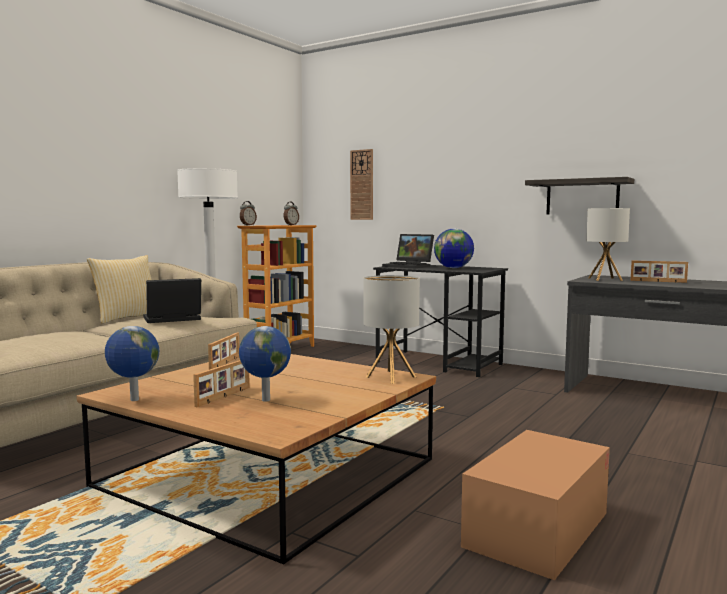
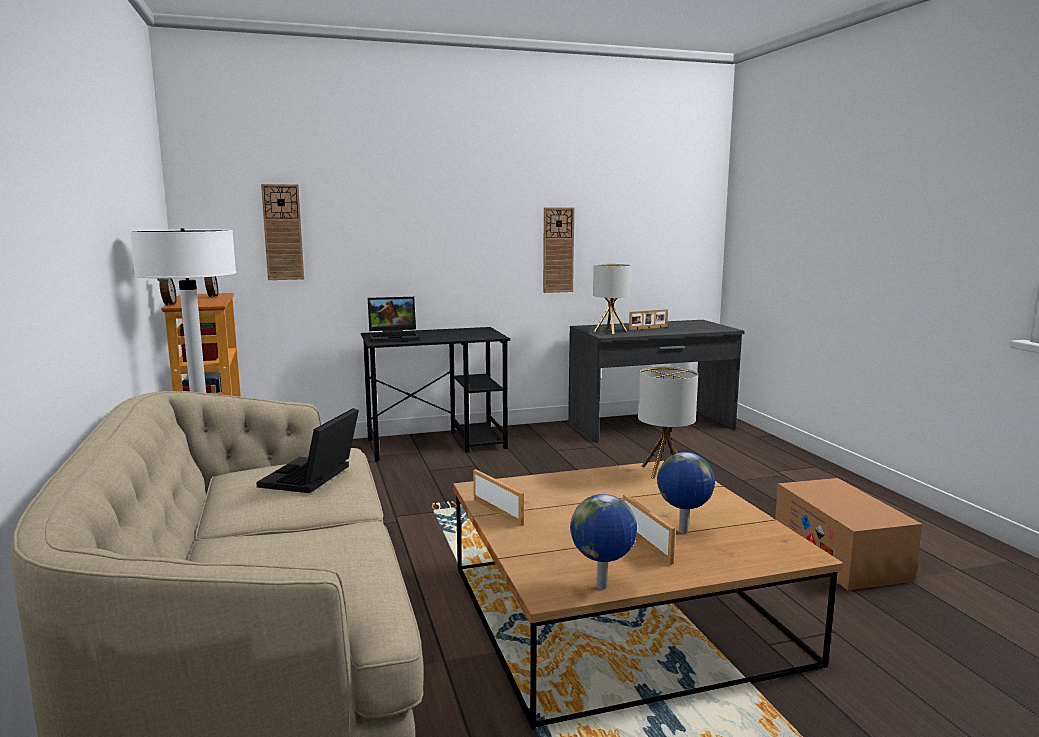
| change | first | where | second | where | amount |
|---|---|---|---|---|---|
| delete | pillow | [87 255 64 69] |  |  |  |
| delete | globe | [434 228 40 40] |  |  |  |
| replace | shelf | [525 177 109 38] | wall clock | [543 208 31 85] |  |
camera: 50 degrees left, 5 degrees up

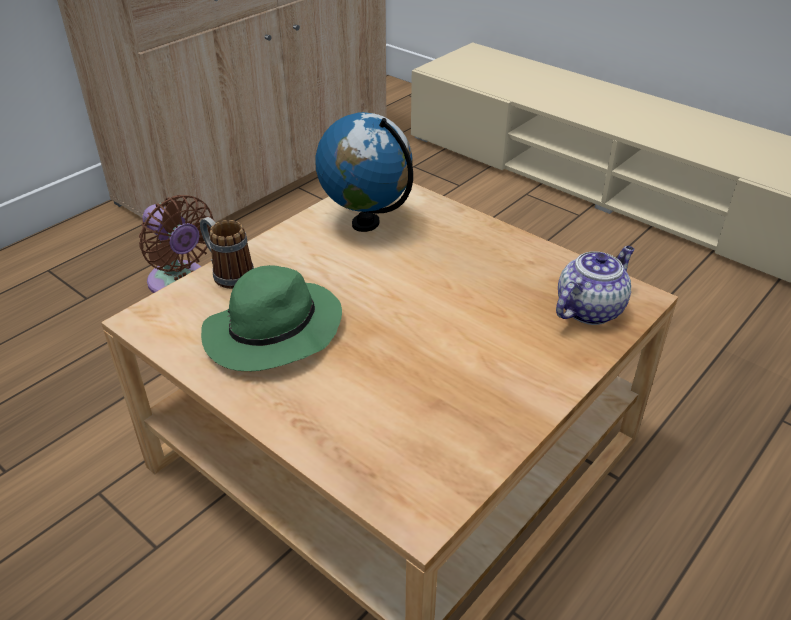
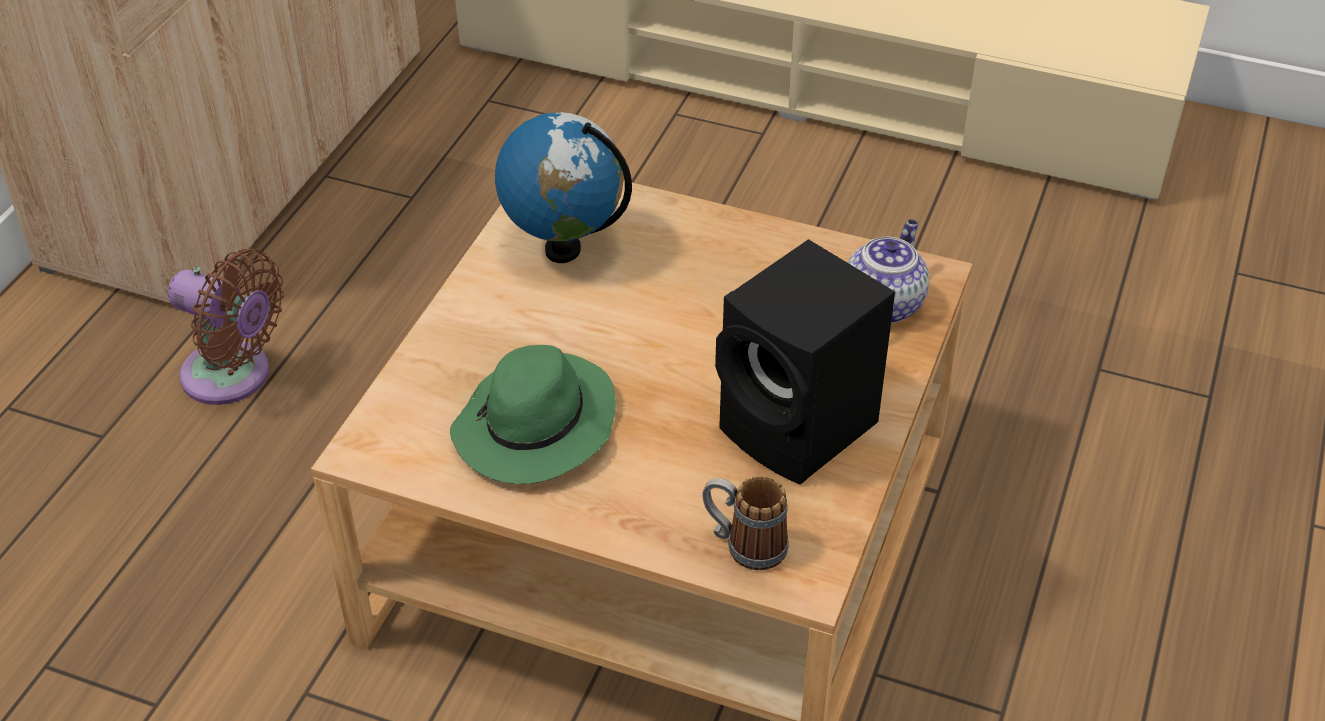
| change | first | where | second | where | amount |
|---|---|---|---|---|---|
| move | mug | [200 217 54 72] |  | [702 475 87 95] |  |
| insert |  |  | black speaker | [715 239 180 246] |  |
camera: 20 degrees left, 5 degrees up

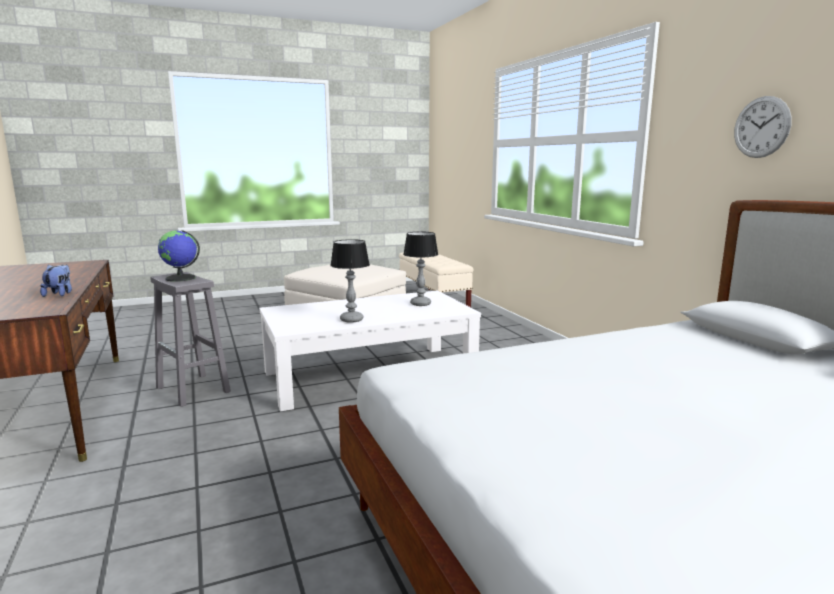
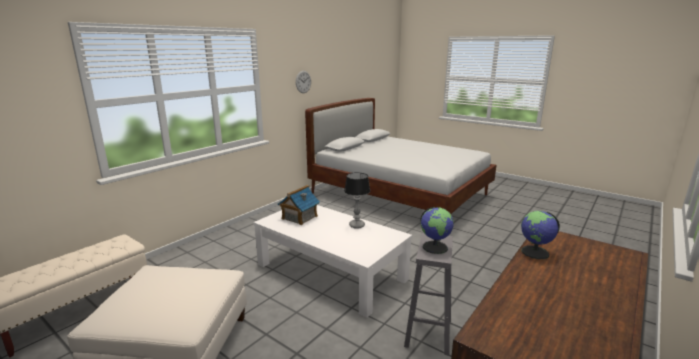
| change | first | where | second | where | amount |
|---|---|---|---|---|---|
| replace | plush toy | [40 264 32 33] | globe | [521 211 39 48] |  |
| replace | table lamp | [403 232 35 74] | toy house | [278 185 42 40] |  |
camera: 120 degrees left, 5 degrees up

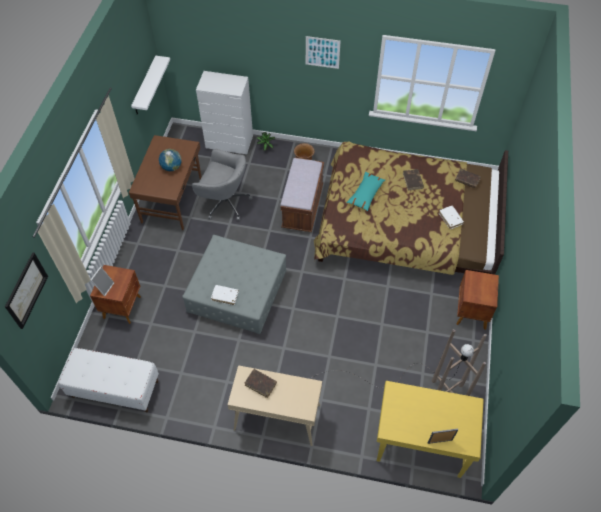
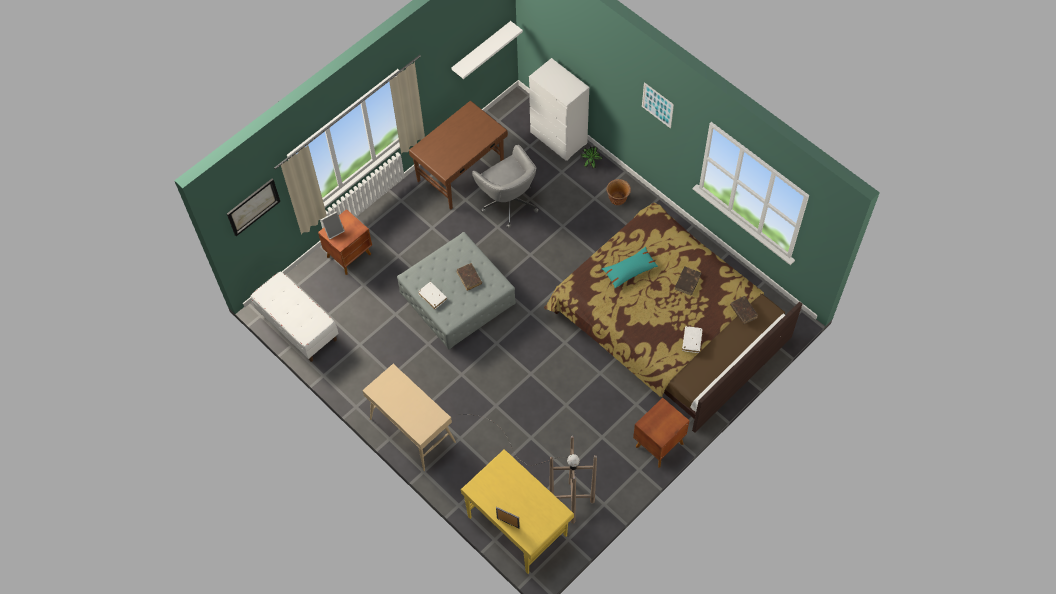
| change | first | where | second | where | amount |
|---|---|---|---|---|---|
| delete | globe | [159 149 23 22] |  |  |  |
| move | brown book | [245 369 32 29] |  | [457 263 25 28] |  |
| delete | brown bench | [280 157 44 75] |  |  |  |
camera: 35 degrees right, 5 degrees up

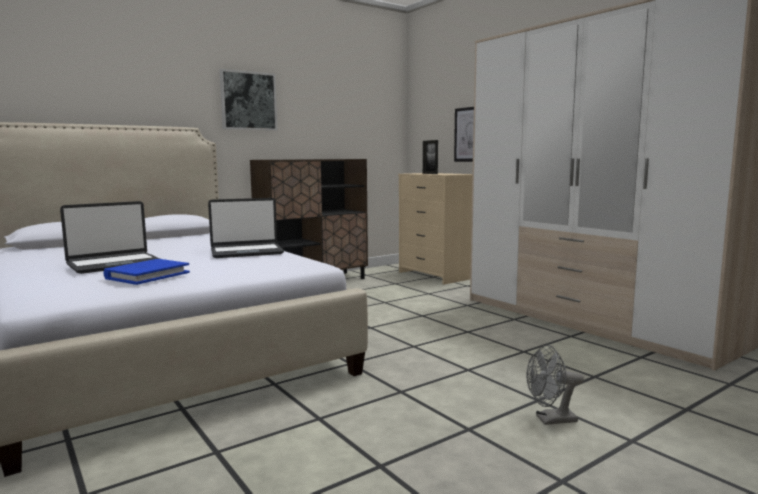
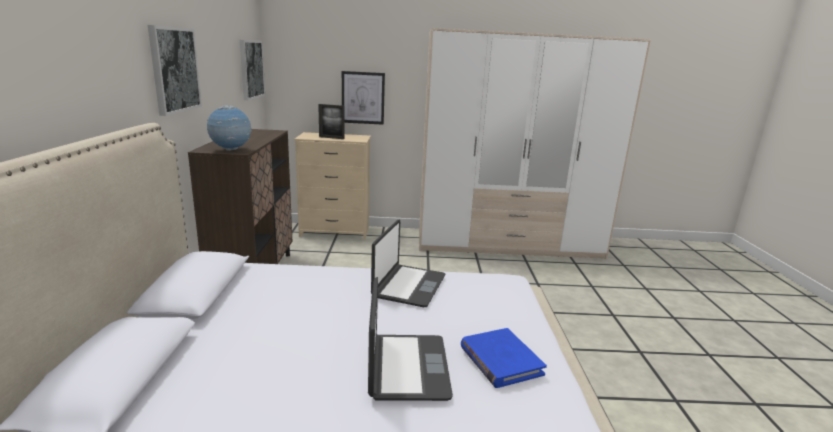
| change | first | where | second | where | amount |
|---|---|---|---|---|---|
| delete | grey fan | [527 344 57 81] |  |  |  |
| insert |  |  | globe | [207 105 44 46] |  |
| insert |  |  | picture | [240 40 25 60] |  |
camera: 55 degrees left, 10 degrees up

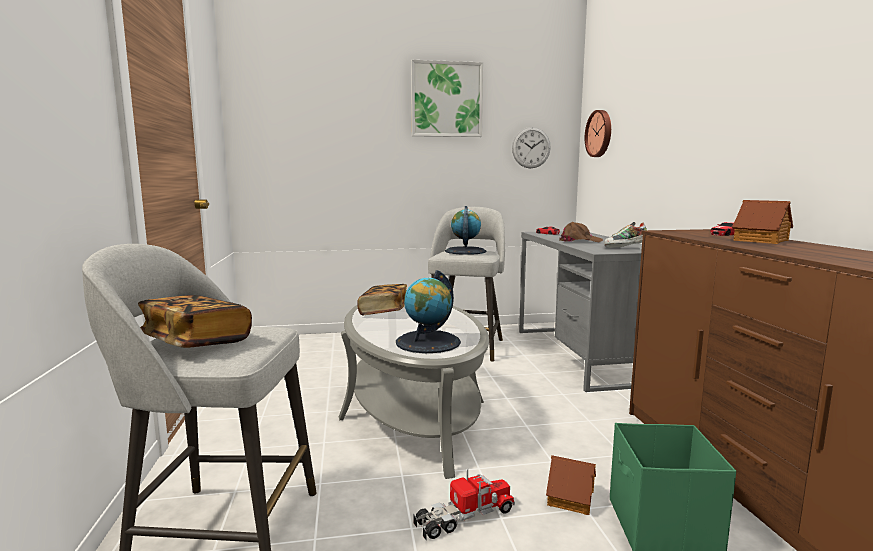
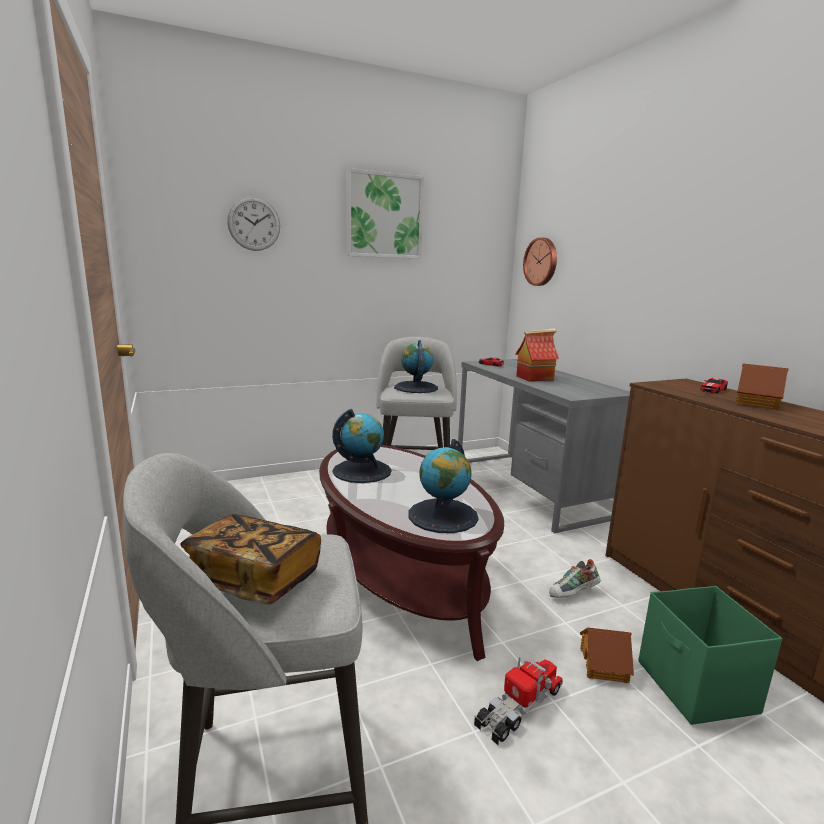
| change | first | where | second | where | amount |
|---|---|---|---|---|---|
| recolor | grey coffee table | [339 305 150 174] | brown coffee table | [319 445 185 216] |  |
| replace | book | [357 284 50 31] | globe | [332 409 59 74] |  |
| move | wall clock | [512 127 39 41] |  | [227 197 53 54] |  |
| replace | brown cap | [559 222 44 20] | toy house | [516 328 43 53] |  |
| move | shoe | [604 222 43 26] |  | [549 559 52 39] |  |
camera: 15 degrees left, 5 degrees up

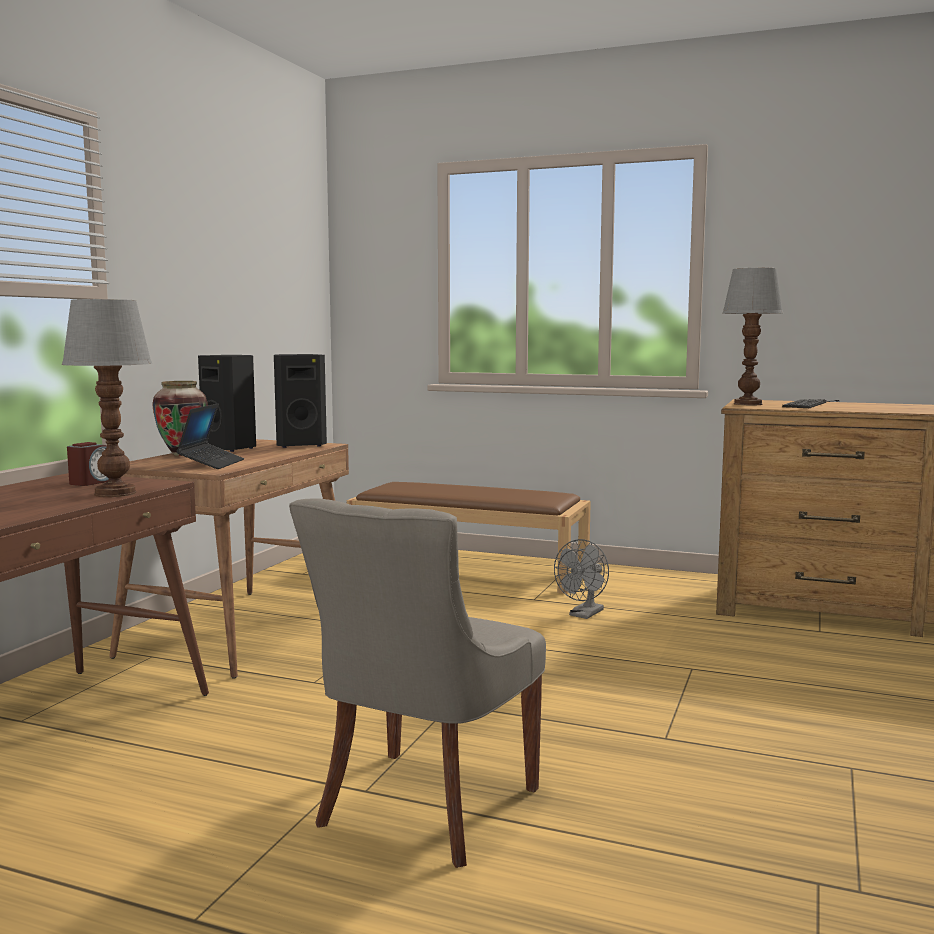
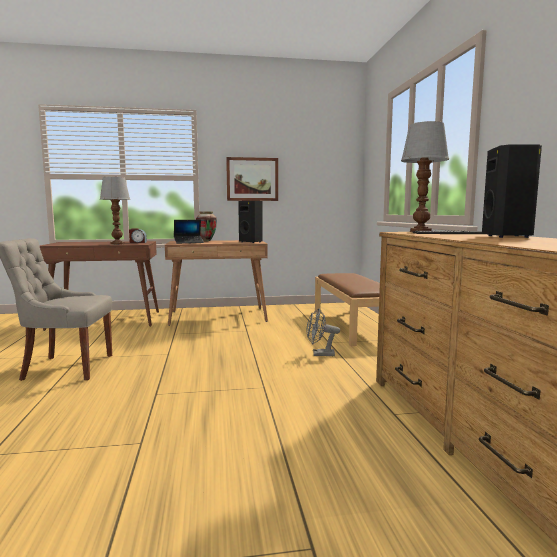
| change | first | where | second | where | amount |
|---|---|---|---|---|---|
| move | black speaker | [198 355 58 97] |  | [482 144 60 94] |  |
| insert |  |  | picture | [226 157 52 44] |  |
camera: 60 degrees right, 0 degrees up

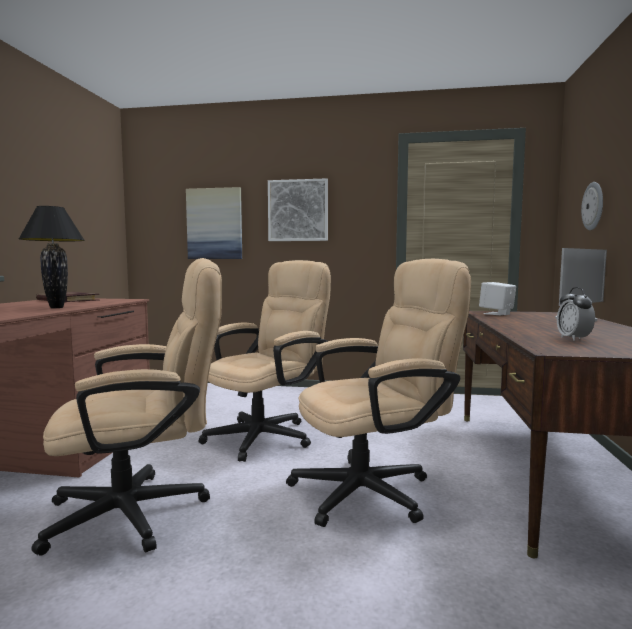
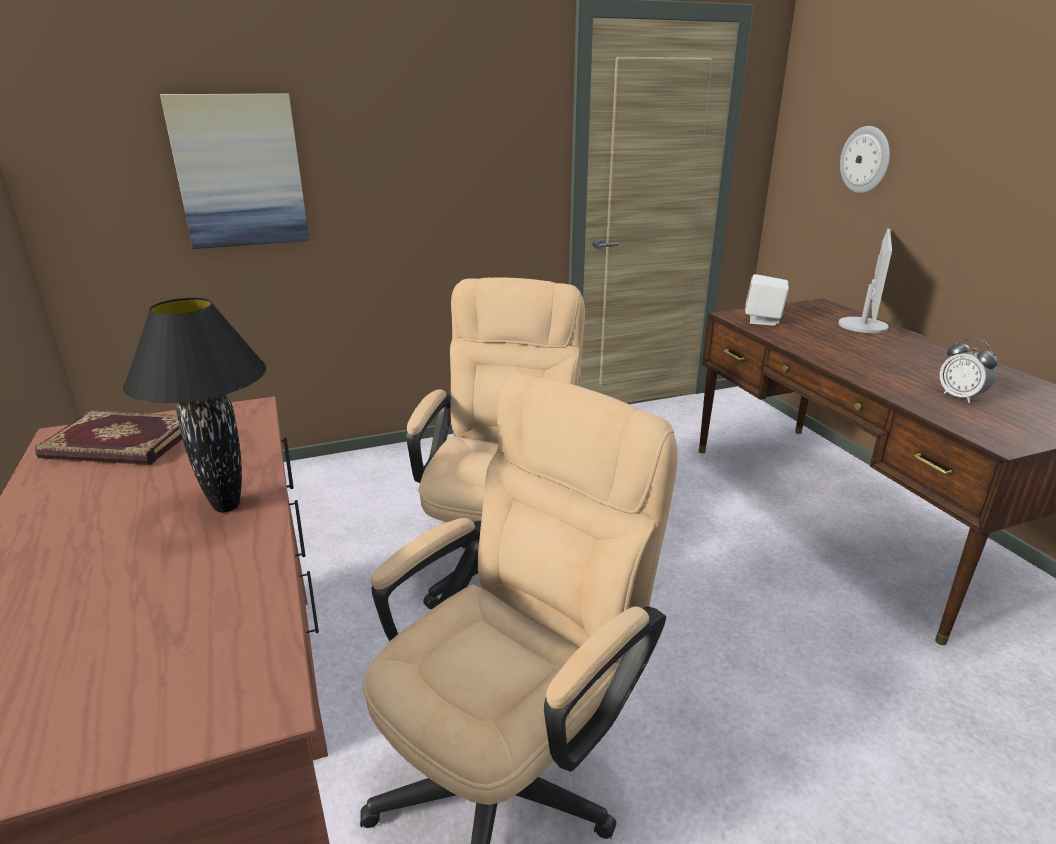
| change | first | where | second | where | amount |
|---|---|---|---|---|---|
| delete | picture | [268 178 60 63] |  |  |  |
| delete | beige office chair | [286 259 185 268] |  |  |  |
camera: 30 degrees left, 20 degrees up

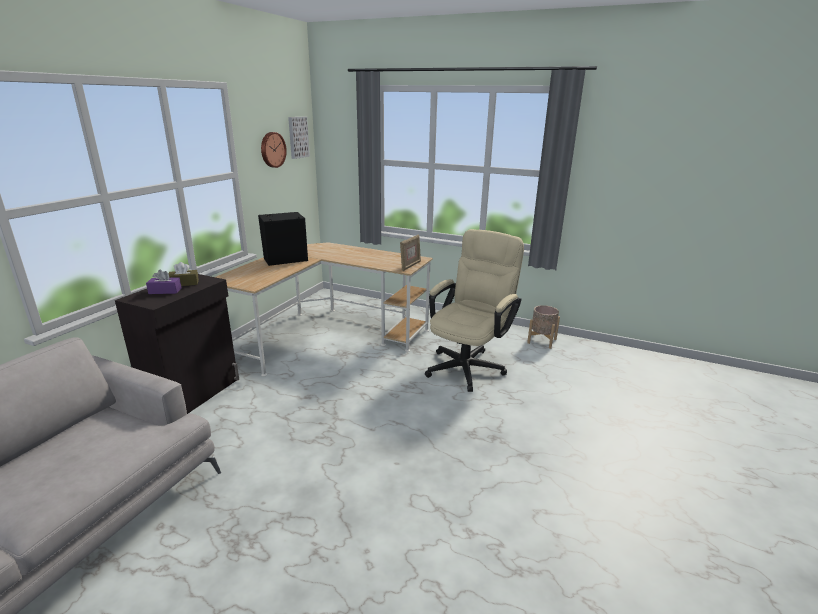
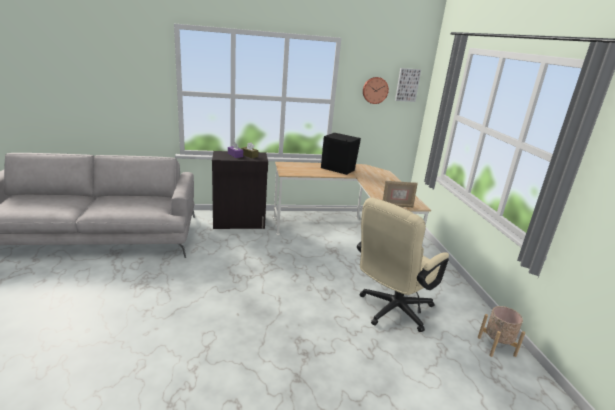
| change | first | where | second | where | amount |
|---|---|---|---|---|---|
| rotate | beige office chair | [425 229 99 163] |  | [357 198 92 134] | 135 degrees clockwise |
camera: 55 degrees right, 0 degrees up

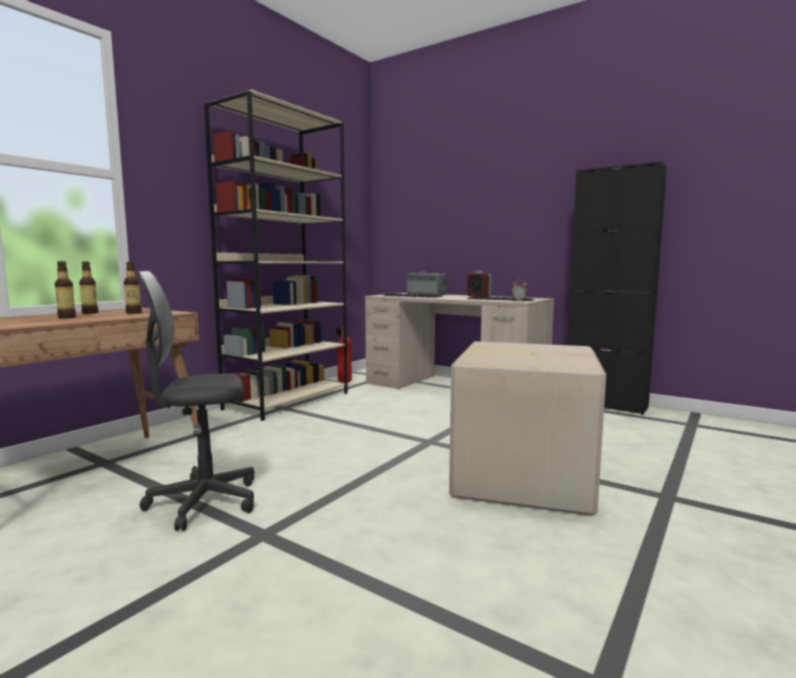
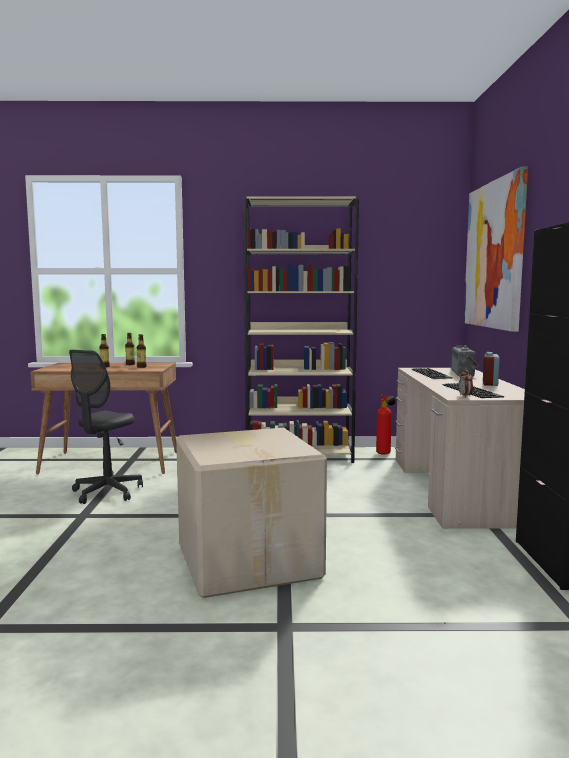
| change | first | where | second | where | amount |
|---|---|---|---|---|---|
| rotate | grey office chair | [138 271 116 260] |  | [69 350 74 154] | 105 degrees counterclockwise |
| insert |  |  | picture | [464 166 64 166] |  |
camera: 55 degrees right, 0 degrees up

